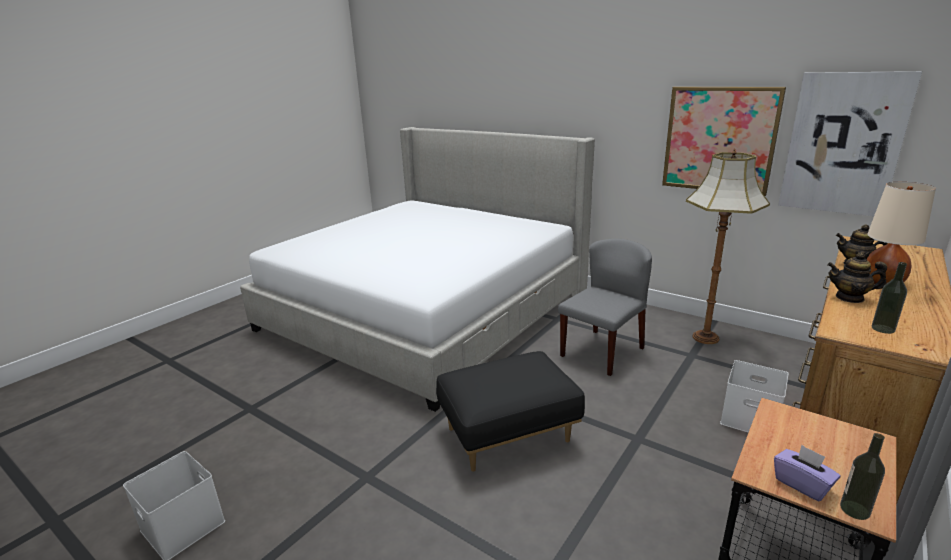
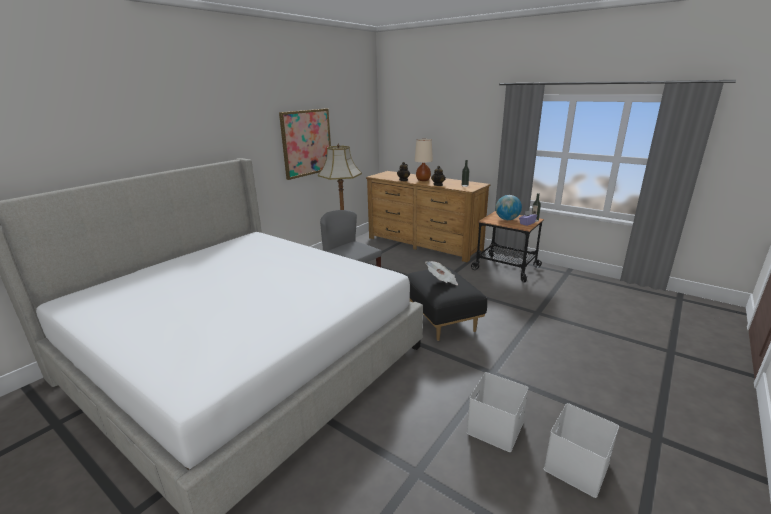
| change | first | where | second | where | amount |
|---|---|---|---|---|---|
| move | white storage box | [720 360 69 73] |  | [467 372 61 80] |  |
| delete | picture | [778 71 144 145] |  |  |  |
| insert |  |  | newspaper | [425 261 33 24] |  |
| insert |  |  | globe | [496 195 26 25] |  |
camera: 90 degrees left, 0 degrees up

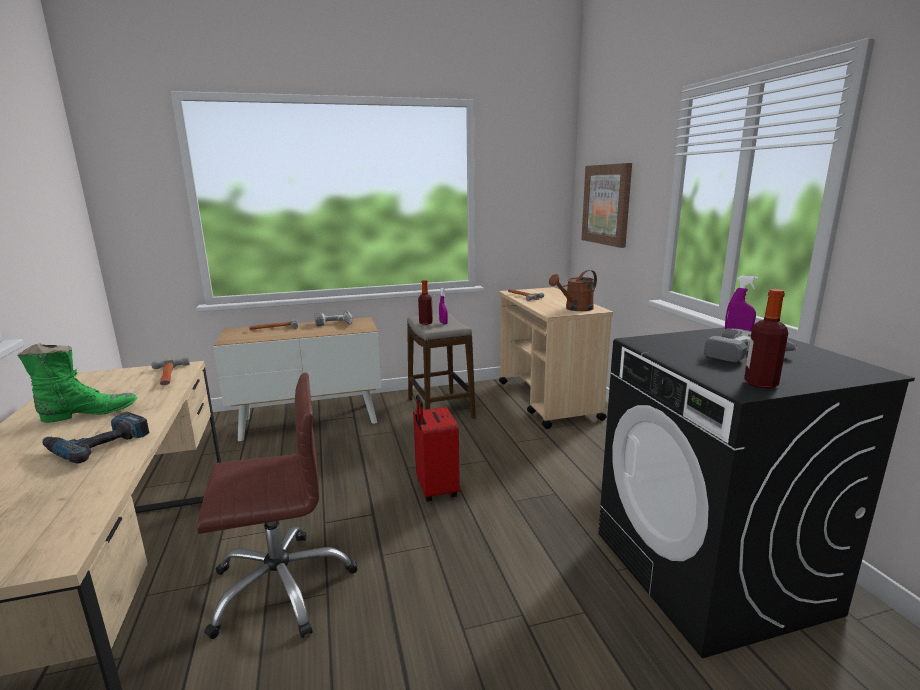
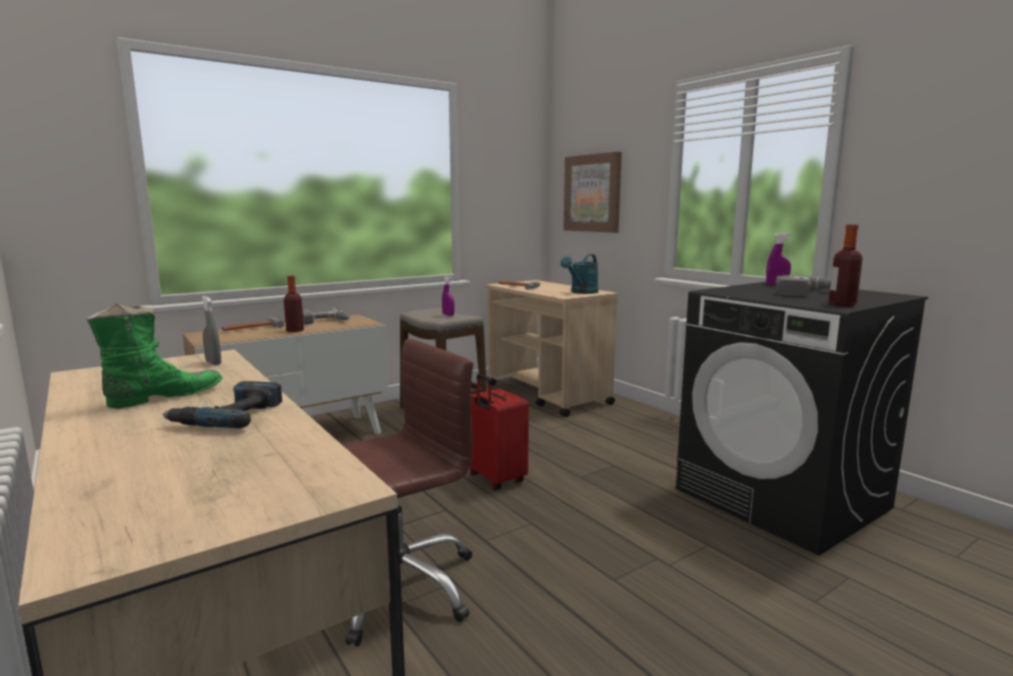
| change | first | where | second | where | amount |
|---|---|---|---|---|---|
| replace | hammer | [151 356 39 29] | grey spray bottle | [201 296 20 69] |  |
| move | bottle | [418 280 15 45] |  | [284 276 20 56] |  |
| recolor | brown watering can | [549 270 48 41] | turquoise watering can | [561 254 37 40] |  |
camera: 20 degrees left, 5 degrees down

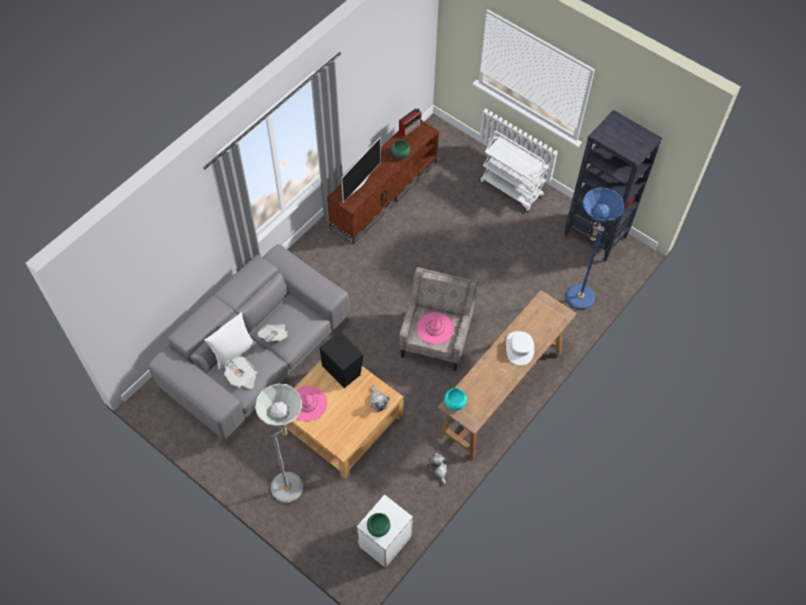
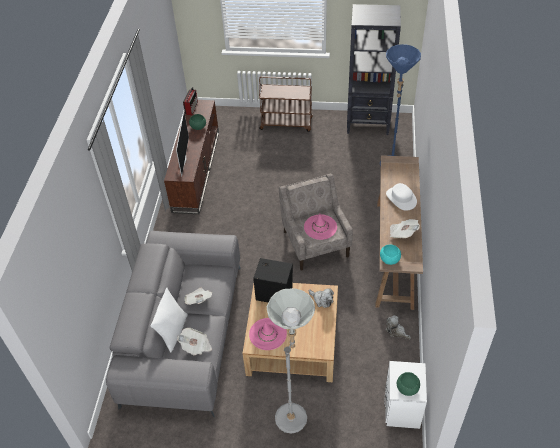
| change | first | where | second | where | amount |
|---|---|---|---|---|---|
| recolor | white cart | [479 131 70 81] | brown cart | [259 76 53 56] |  |
| insert |  |  | newspaper | [390 219 30 19] |  |
camera: 30 degrees left, 10 degrees down

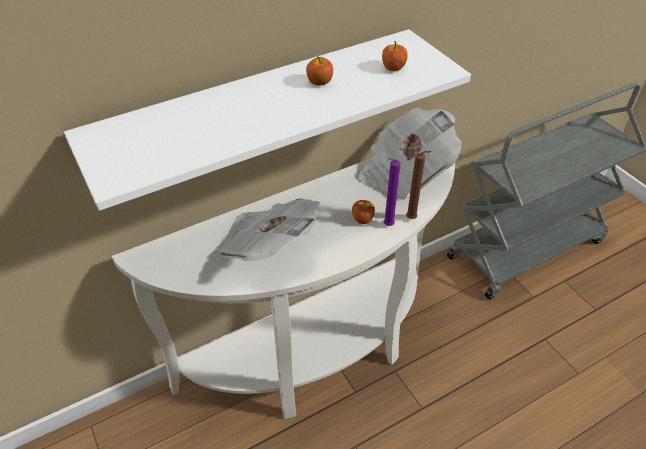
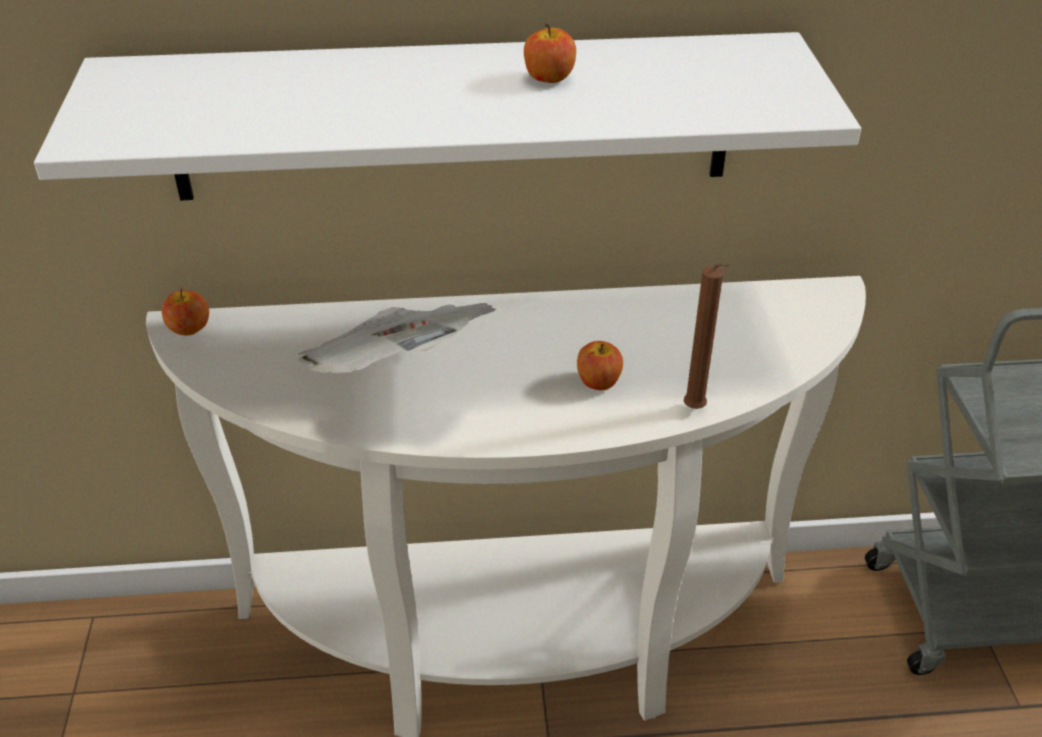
| change | first | where | second | where | amount |
|---|---|---|---|---|---|
| delete | newspaper | [358 108 104 92] |  |  |  |
| move | apple | [382 41 26 30] |  | [162 287 47 48] |  |
| delete | purple candle | [383 158 18 68] |  |  |  |
camera: 25 degrees right, 5 degrees down

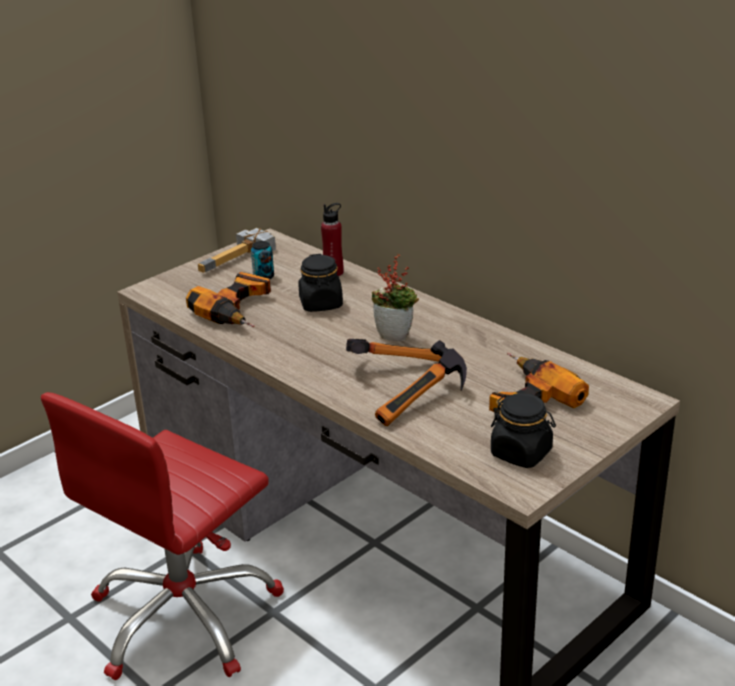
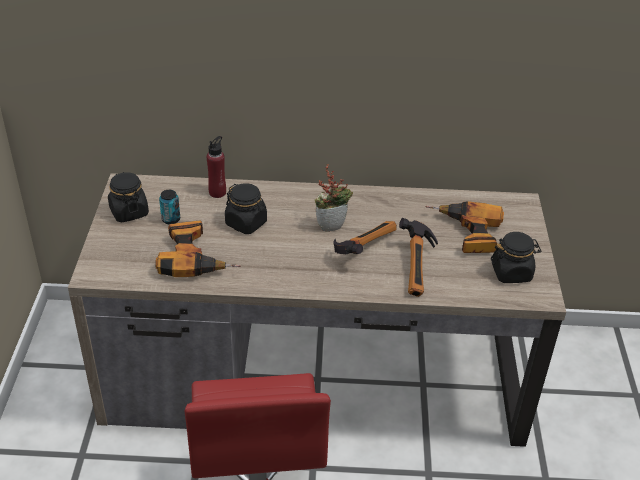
| change | first | where | second | where | amount |
|---|---|---|---|---|---|
| replace | hammer | [198 228 78 45] | black jar | [108 172 41 50] |  |
camera: 45 degrees left, 10 degrees up

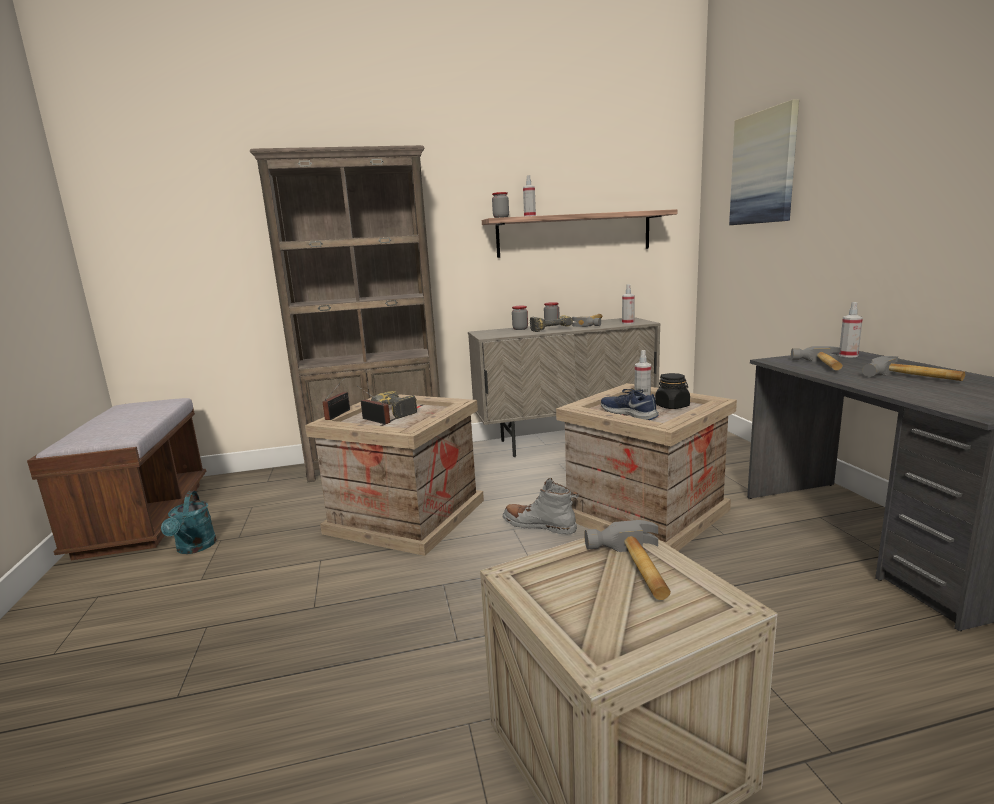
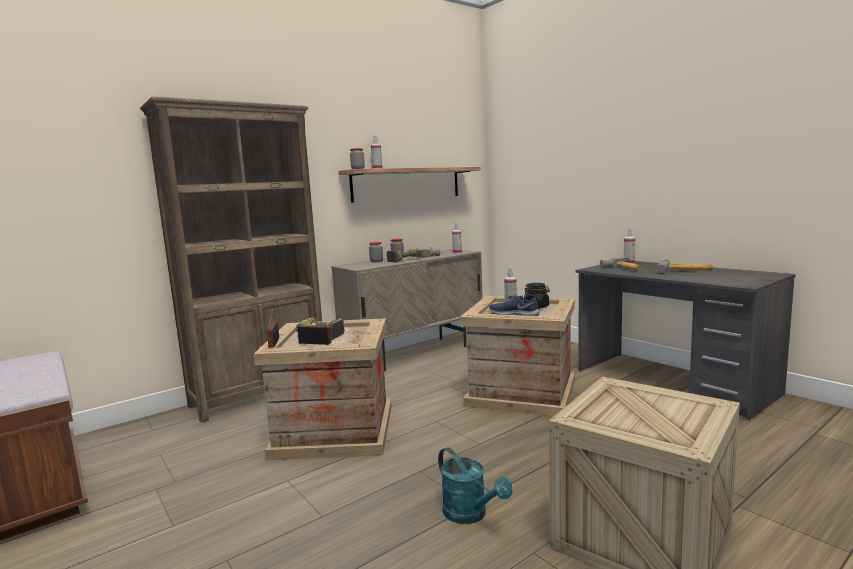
| change | first | where | second | where | amount |
|---|---|---|---|---|---|
| move | turquoise watering can | [161 491 56 63] |  | [438 447 74 77] |  |
| delete | grey boot | [503 478 76 57] |  |  |  |
| delete | hammer | [584 520 87 80] |  |  |  |
| delete | picture | [729 99 70 126] |  |  |  |
camera: 25 degrees left, 5 degrees down

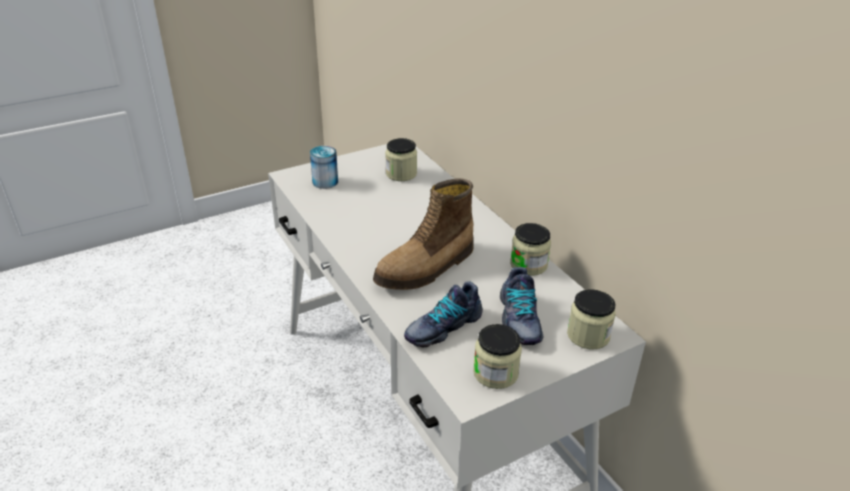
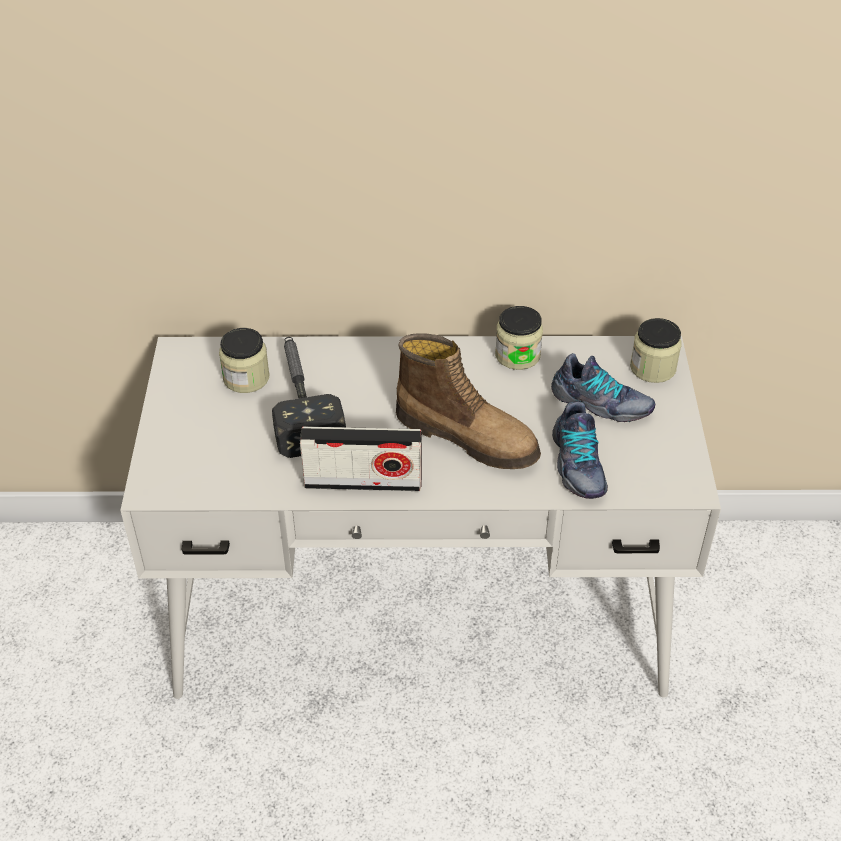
| change | first | where | second | where | amount |
|---|---|---|---|---|---|
| delete | can | [310 146 28 43] |  |  |  |
| rotate | boot | [373 178 101 112] |  | [396 333 145 136] | 45 degrees counterclockwise |
| delete | jar | [473 324 49 65] |  |  |  |
| insert |  |  | hammer | [272 337 74 121] |  |
| insert |  |  | radio | [300 426 122 65] |  |
camera: 60 degrees left, 10 degrees up

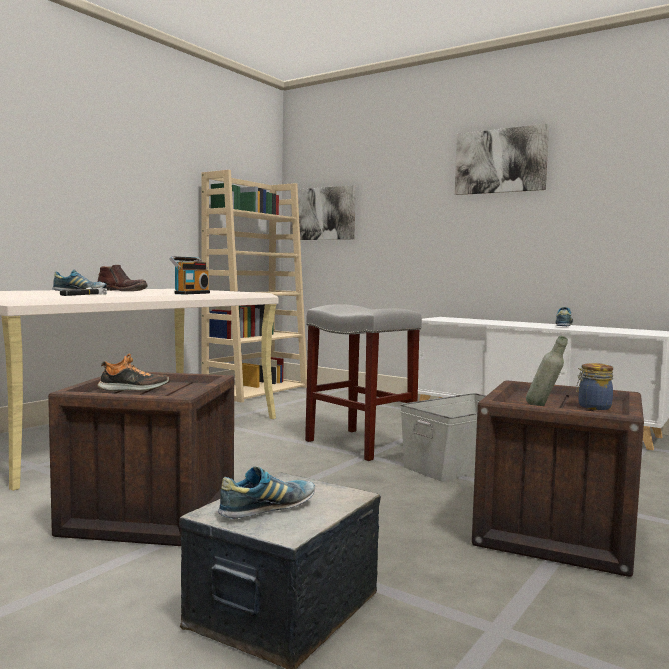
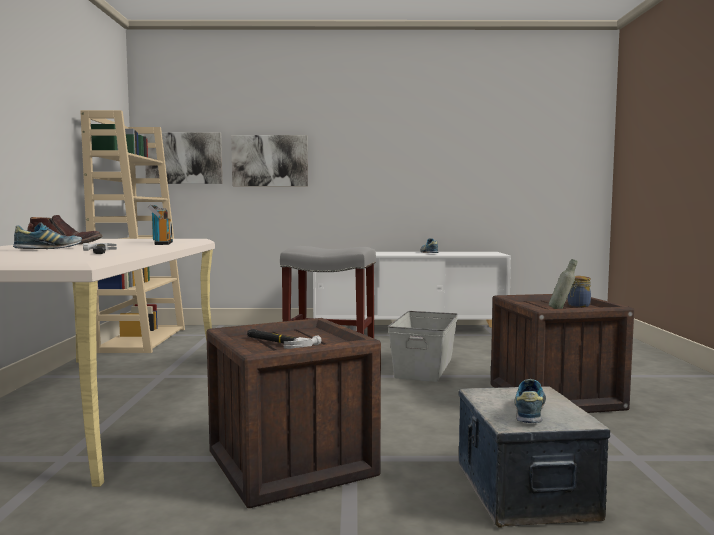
| change | first | where | second | where | amount |
|---|---|---|---|---|---|
| replace | shoe | [97 354 72 37] | hammer | [247 329 75 20] |  |
| move | picture | [455 123 94 72] |  | [231 135 77 51] |  |
camera: 35 degrees left, 0 degrees up

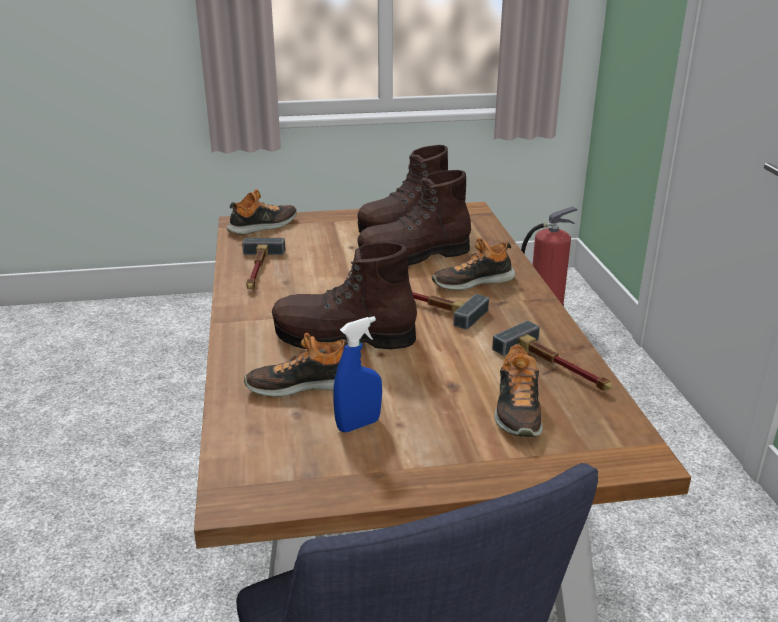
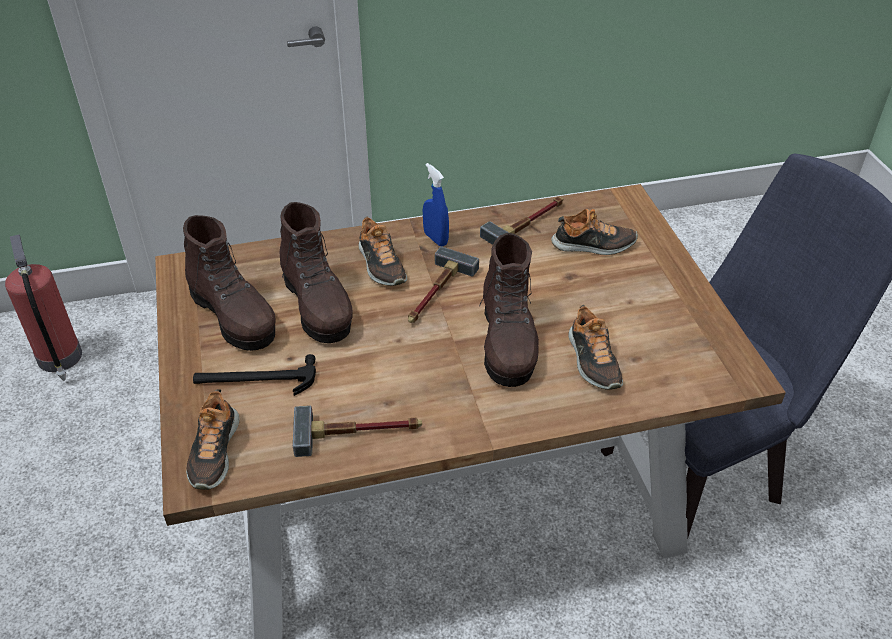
| change | first | where | second | where | amount |
|---|---|---|---|---|---|
| rotate | shoe | [227 189 70 46] |  | [186 389 54 101] | 135 degrees counterclockwise |
| move | blue spray bottle | [333 316 49 116] |  | [423 163 26 83] |  |
| insert |  |  | hammer | [193 354 123 42] |  |
camera: 95 degrees left, 15 degrees up

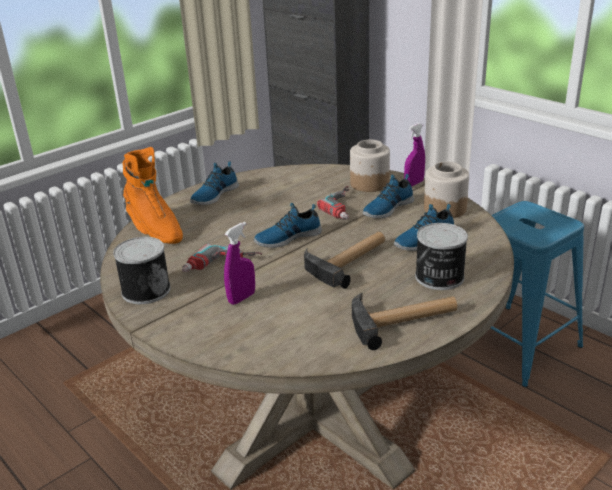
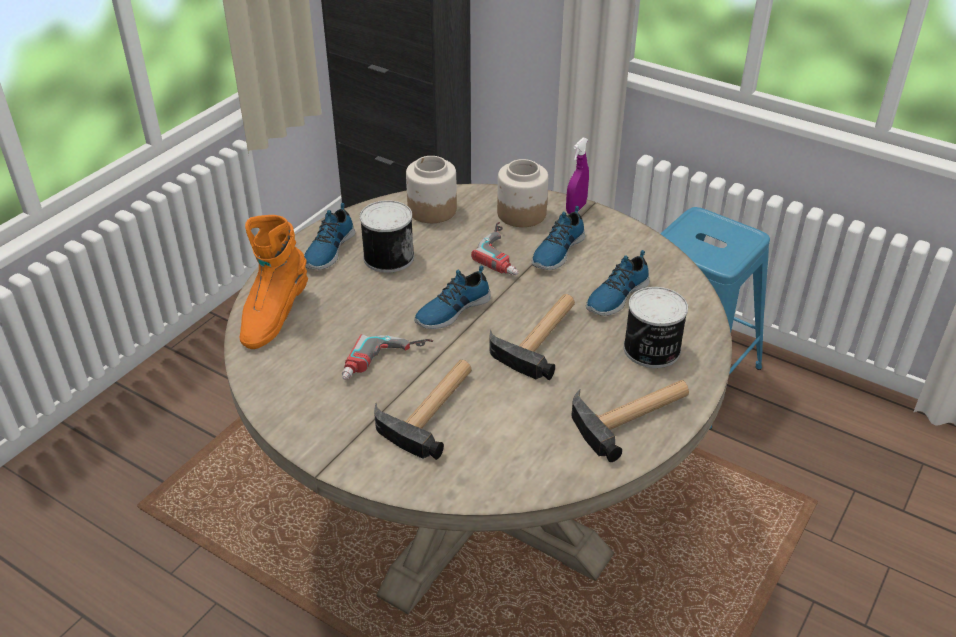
| change | first | where | second | where | amount |
|---|---|---|---|---|---|
| move | can | [113 237 58 67] |  | [360 200 54 73] |  |
| rotate | orange boot | [123 147 60 97] |  | [240 215 68 134] | 75 degrees clockwise |
| replace | purple spray bottle | [224 222 31 83] | hammer | [374 360 98 100] |  |
| move | jar | [424 162 45 56] |  | [406 156 51 67] |  |
camera: 15 degrees left, 10 degrees up

